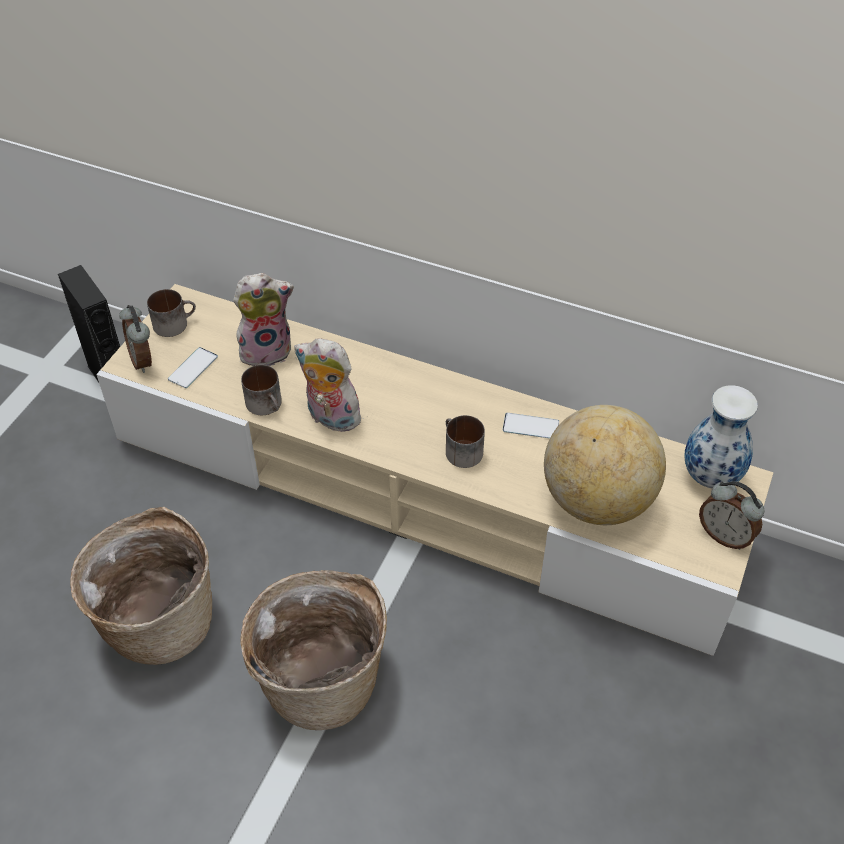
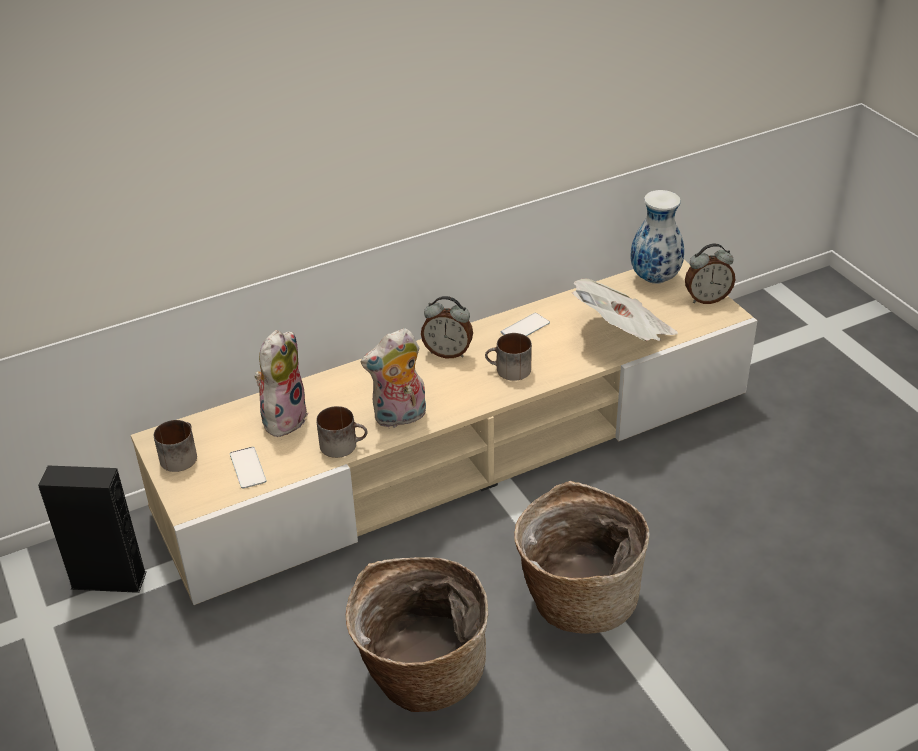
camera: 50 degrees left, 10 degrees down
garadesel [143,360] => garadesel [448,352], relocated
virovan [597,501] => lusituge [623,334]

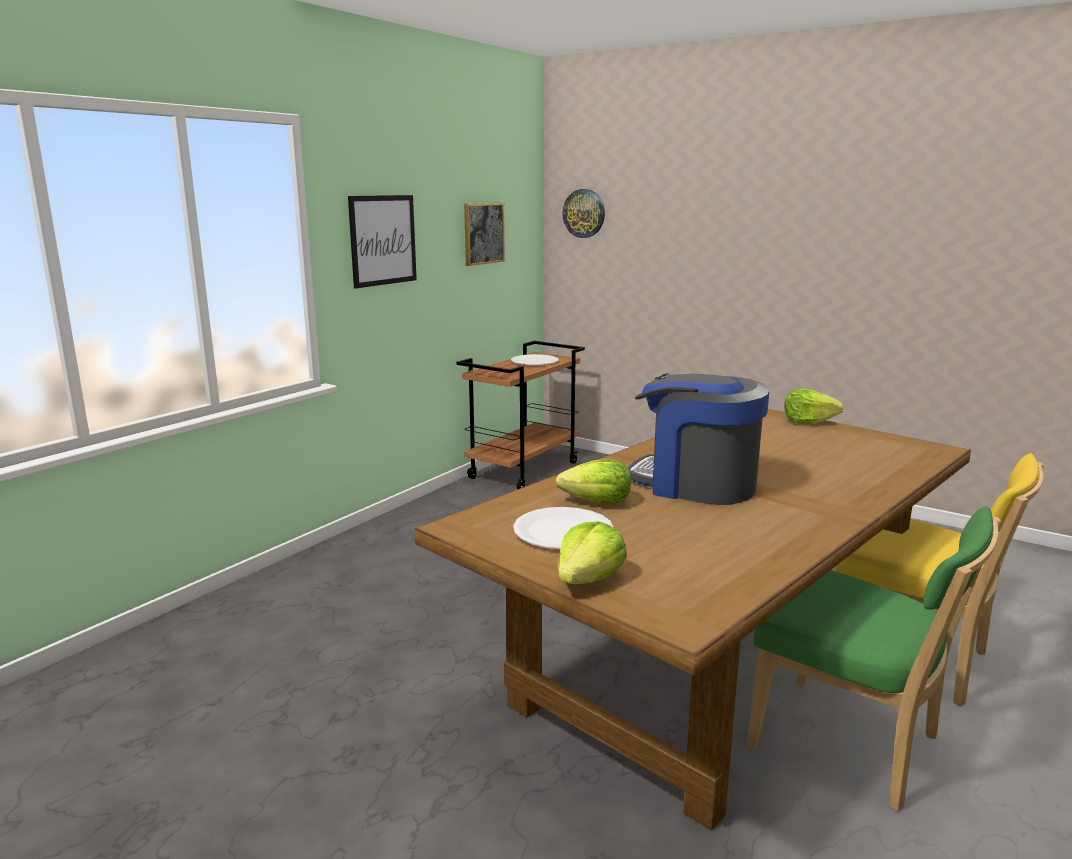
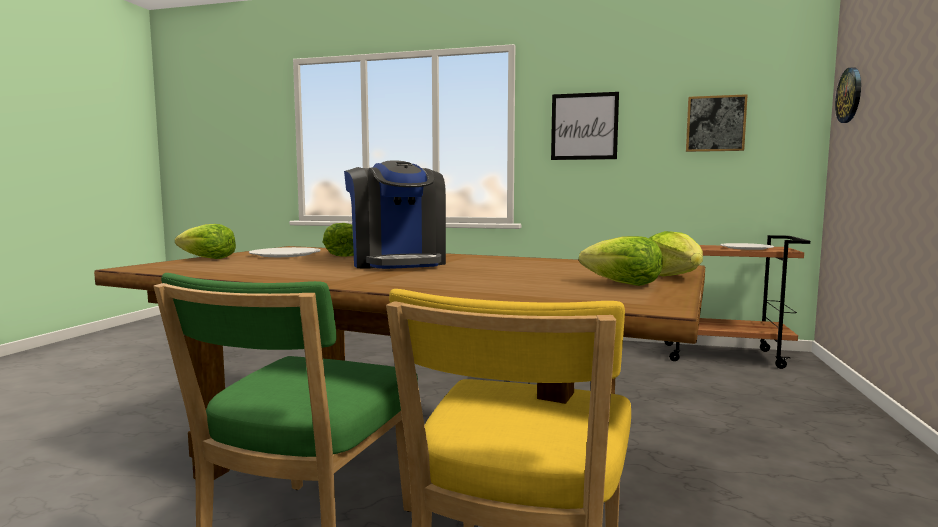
camera: 70 degrees right, 10 degrees down
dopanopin [695,484] => dopanopin [397,263], 150 degrees clockwise
nothing => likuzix [622,284]

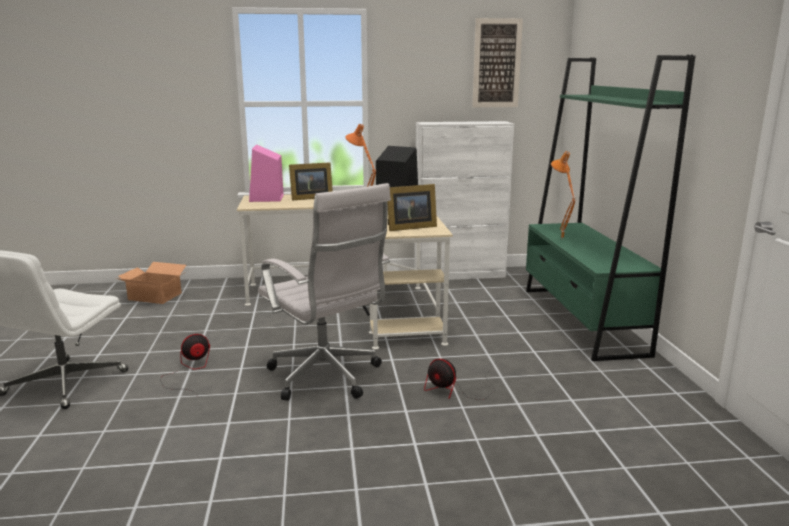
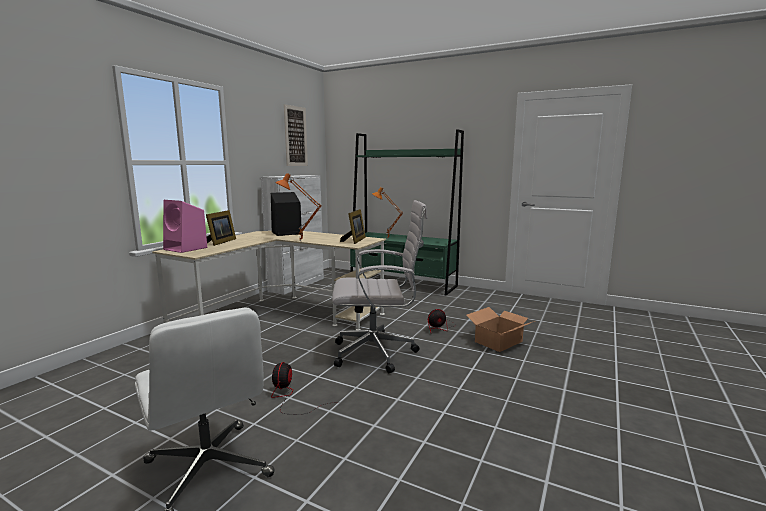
camera: 55 degrees left, 5 degrees down
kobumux [155,296] => kobumux [499,341], relocated

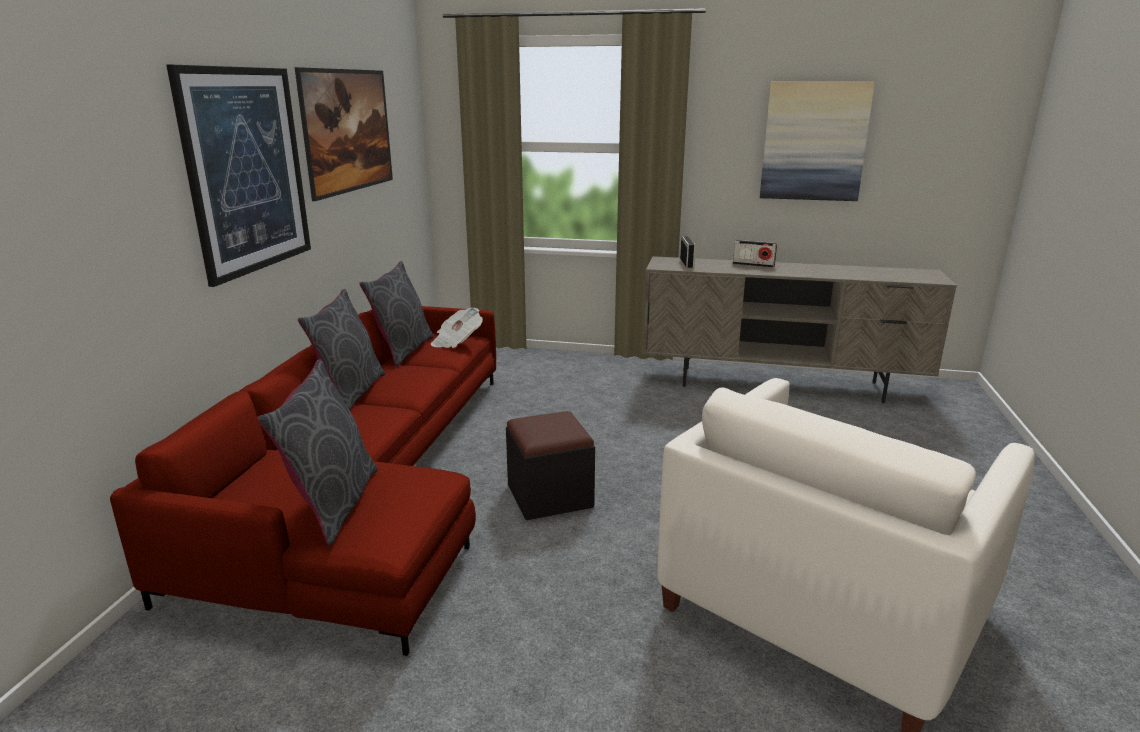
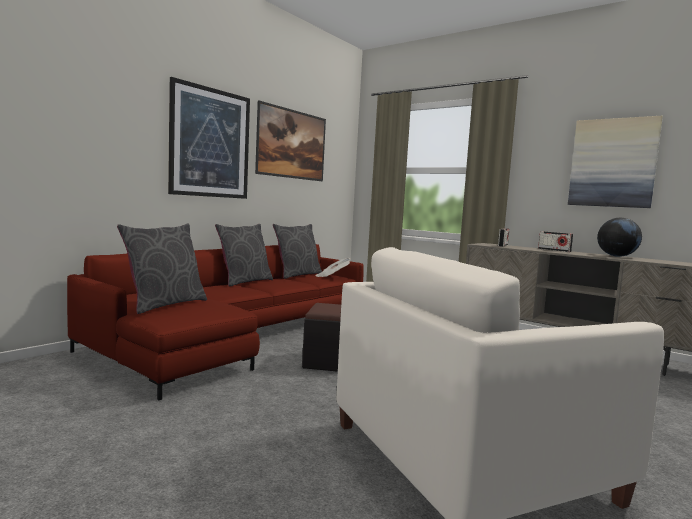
camera: 25 degrees right, 15 degrees down
nothing => virovan [617,256]

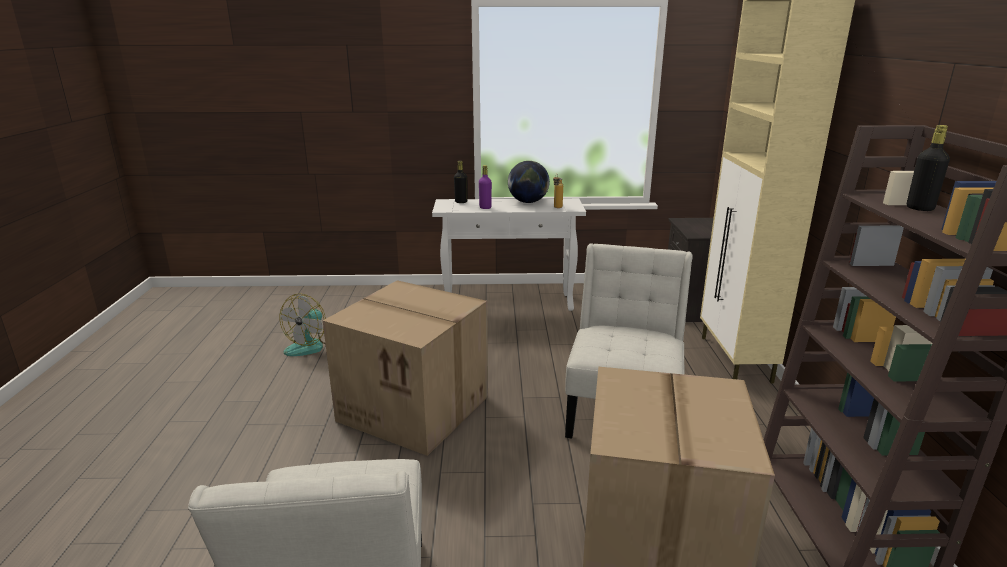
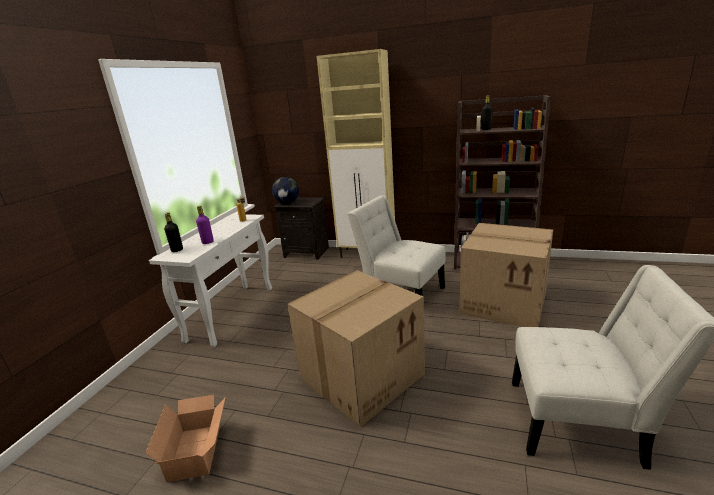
camera: 70 degrees left, 0 degrees up
virovan [528,202] => virovan [287,203], relocated
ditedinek [310,345] => kobumux [198,450]

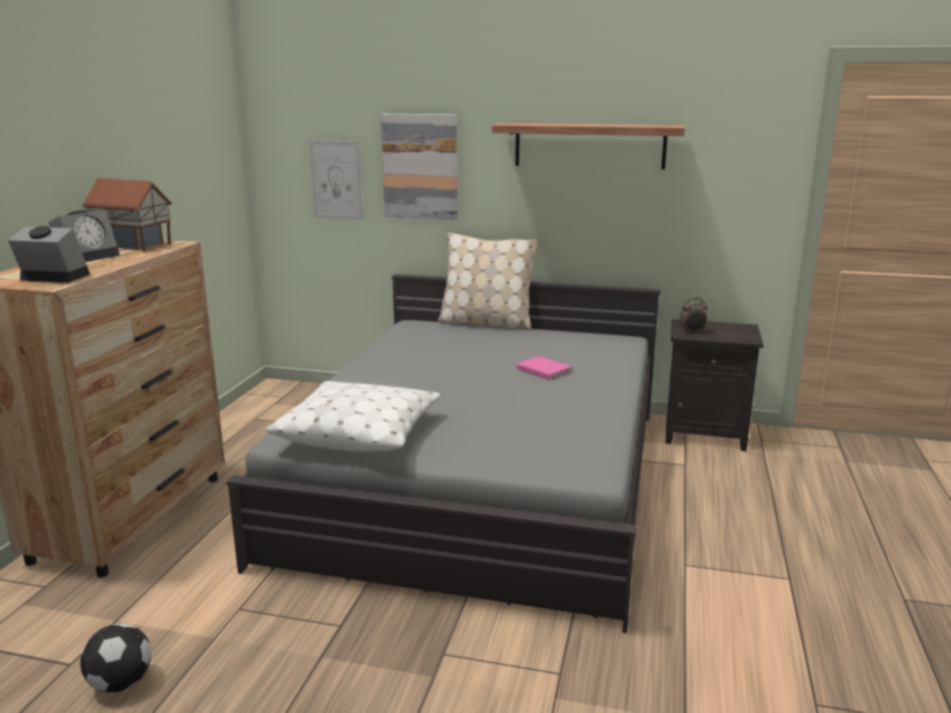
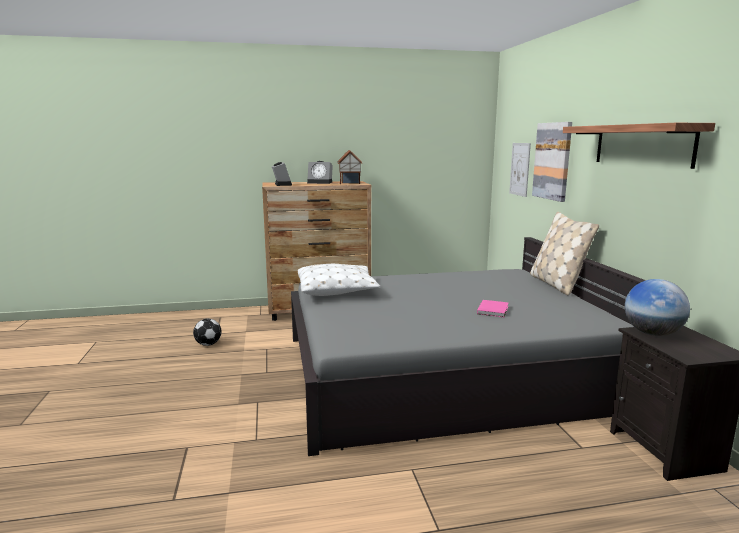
camera: 65 degrees right, 5 degrees down
garadesel [692,333] => virovan [652,333]

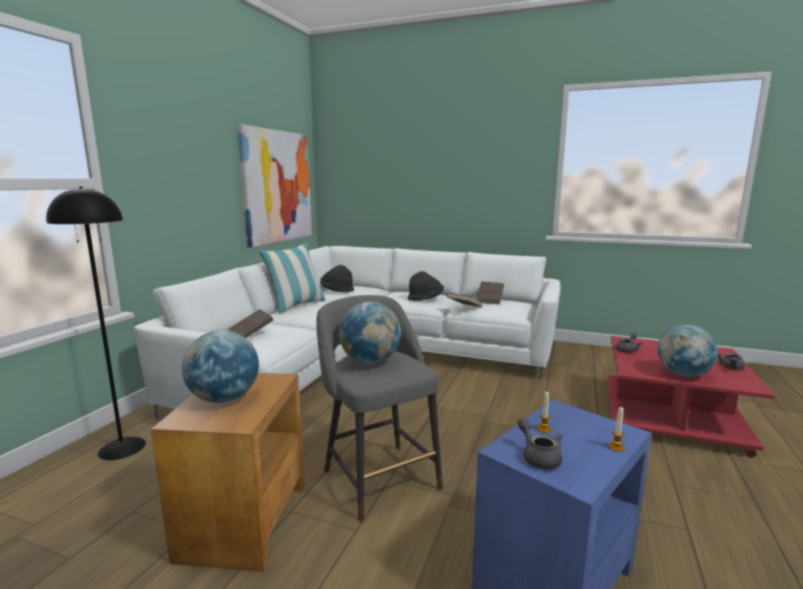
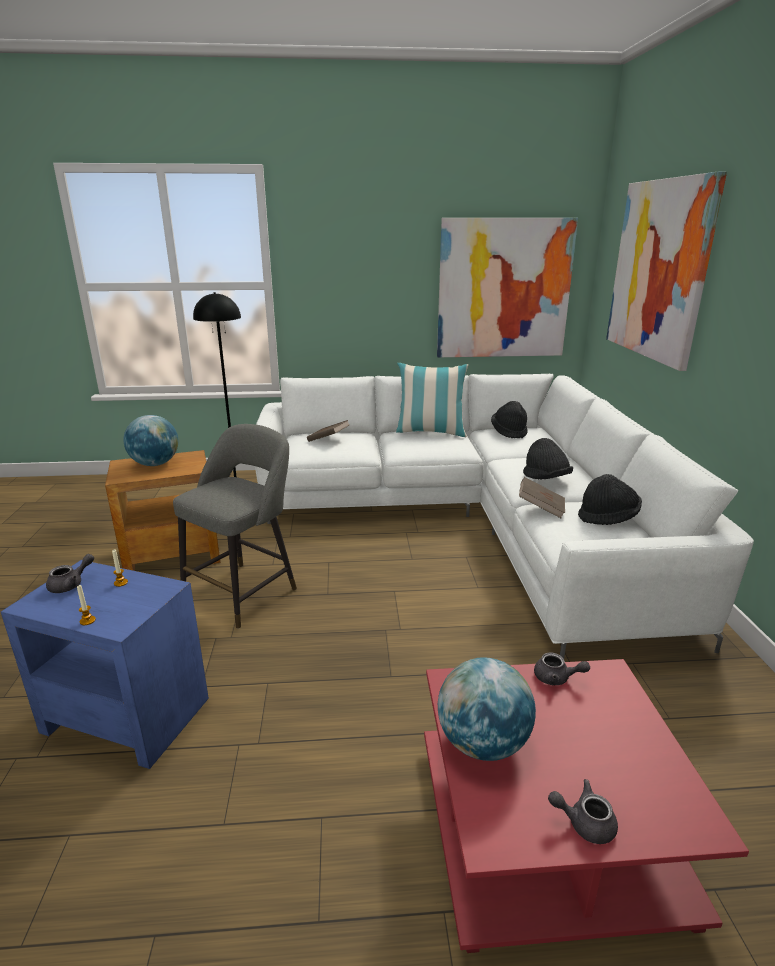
camera: 65 degrees right, 10 degrees up
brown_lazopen [489,300] => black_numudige [608,518]
virovan [370,361] => nothing
nothing => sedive [659,270]

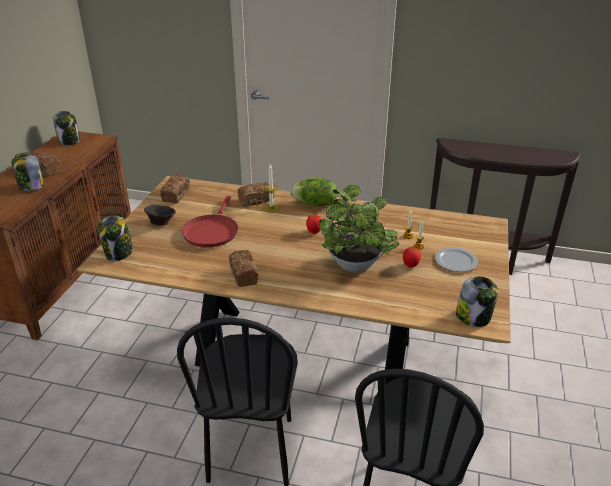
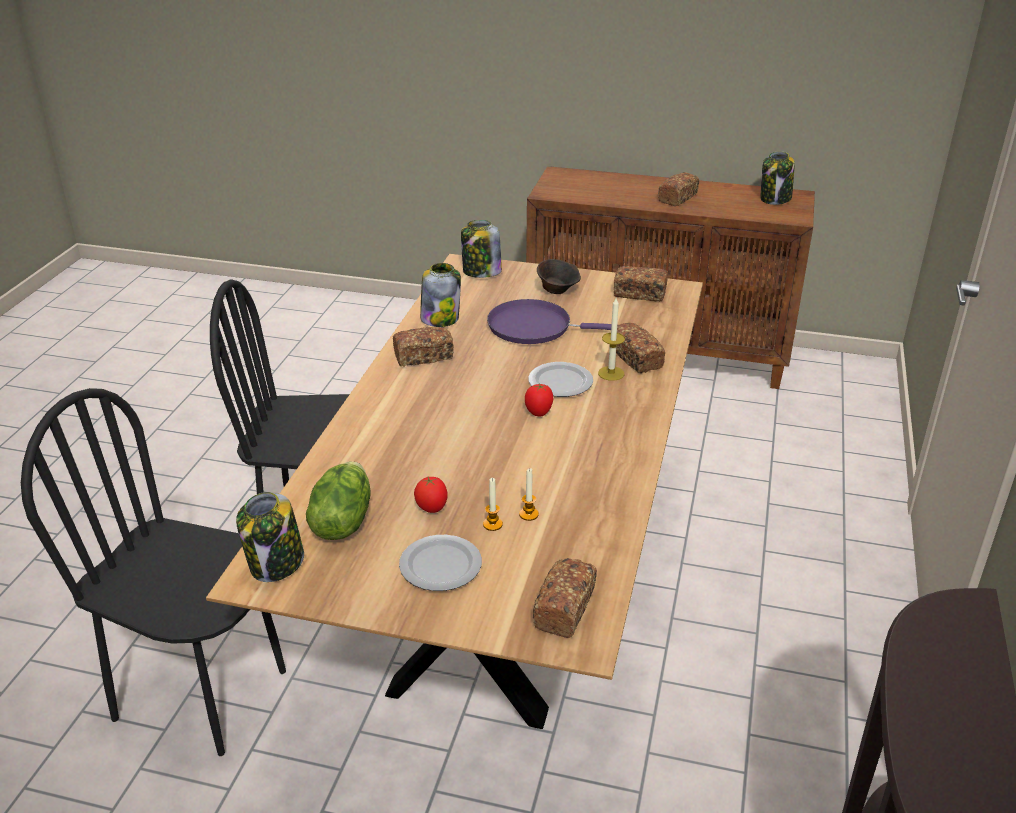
camera: 90 degrees right, 0 degrees up
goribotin [31,187] => goribotin [440,318], relocated
likuzix [315,204] => likuzix [341,521], relocated
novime [356,267] => nothing
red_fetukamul [211,232] => purple_fetukamul [535,327]
nothing => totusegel [561,383]
nothing => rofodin [564,609]

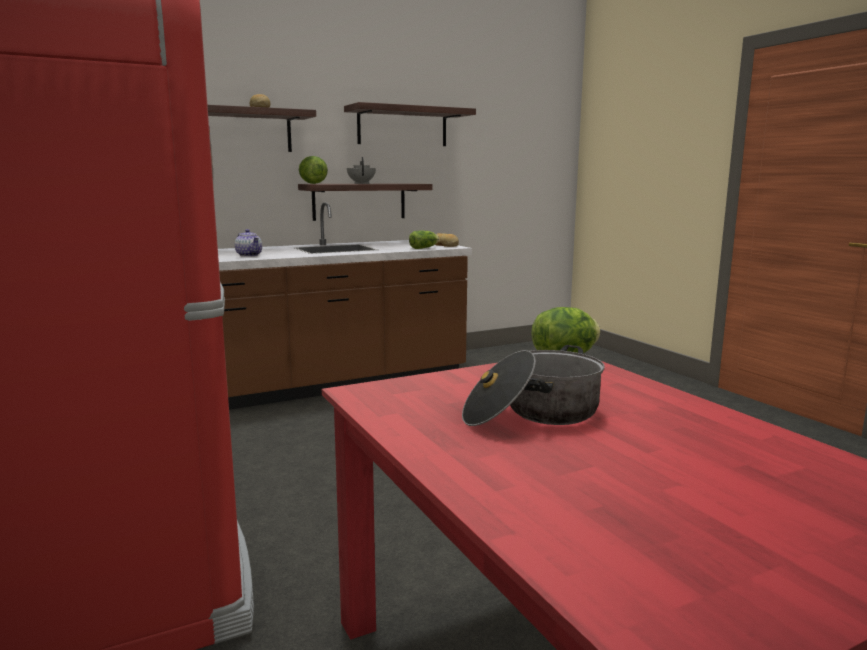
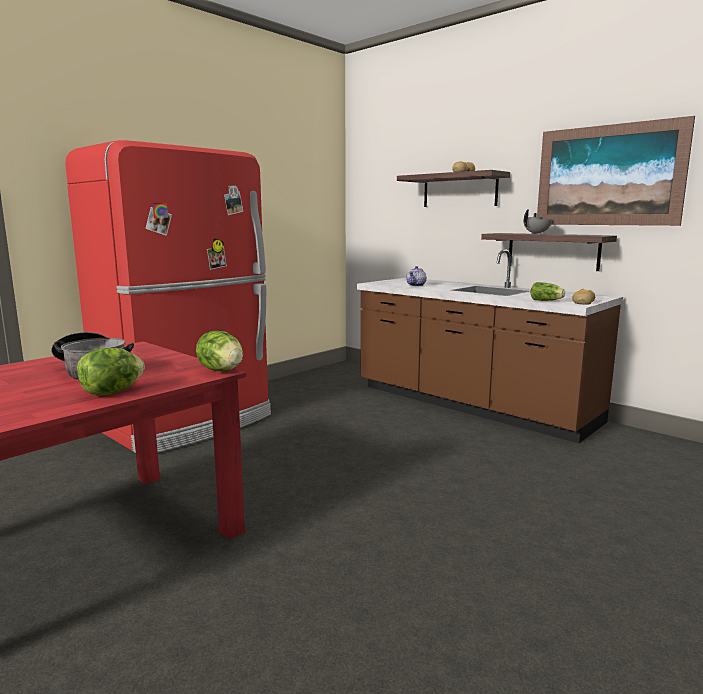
camera: 70 degrees right, 0 degrees up
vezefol [402,127] => sedive [608,175]
likuzix [312,183] => likuzix [112,392], relocated

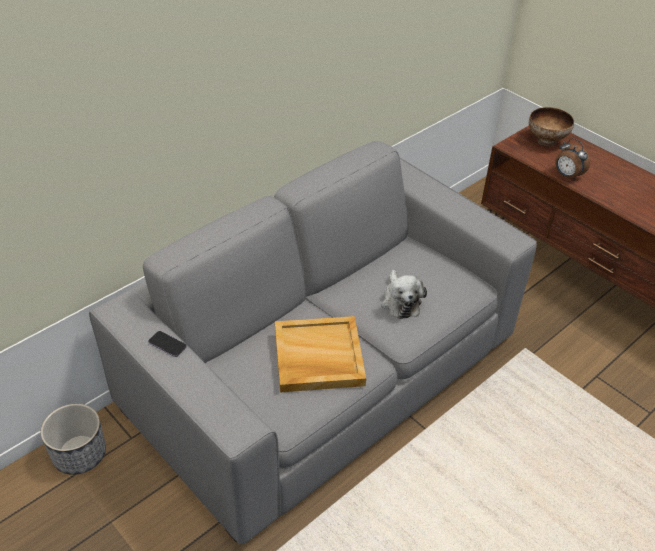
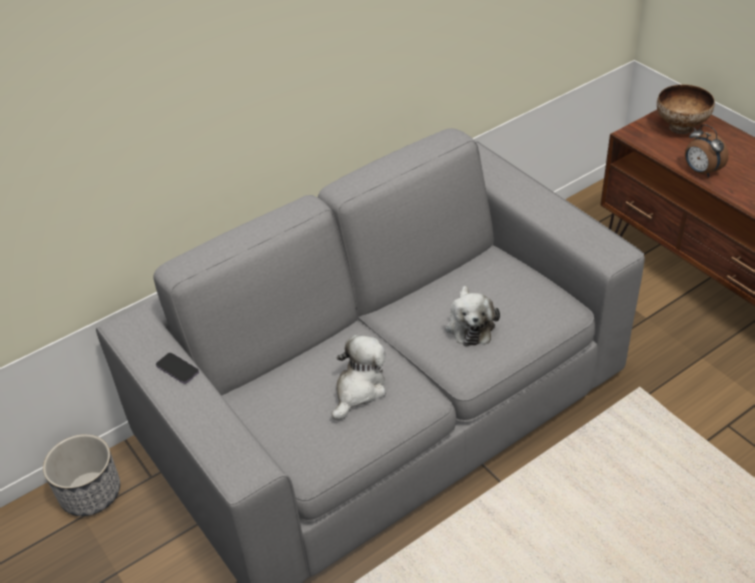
camera: 10 degrees right, 0 degrees up
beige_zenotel [318,357] => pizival [359,389]

